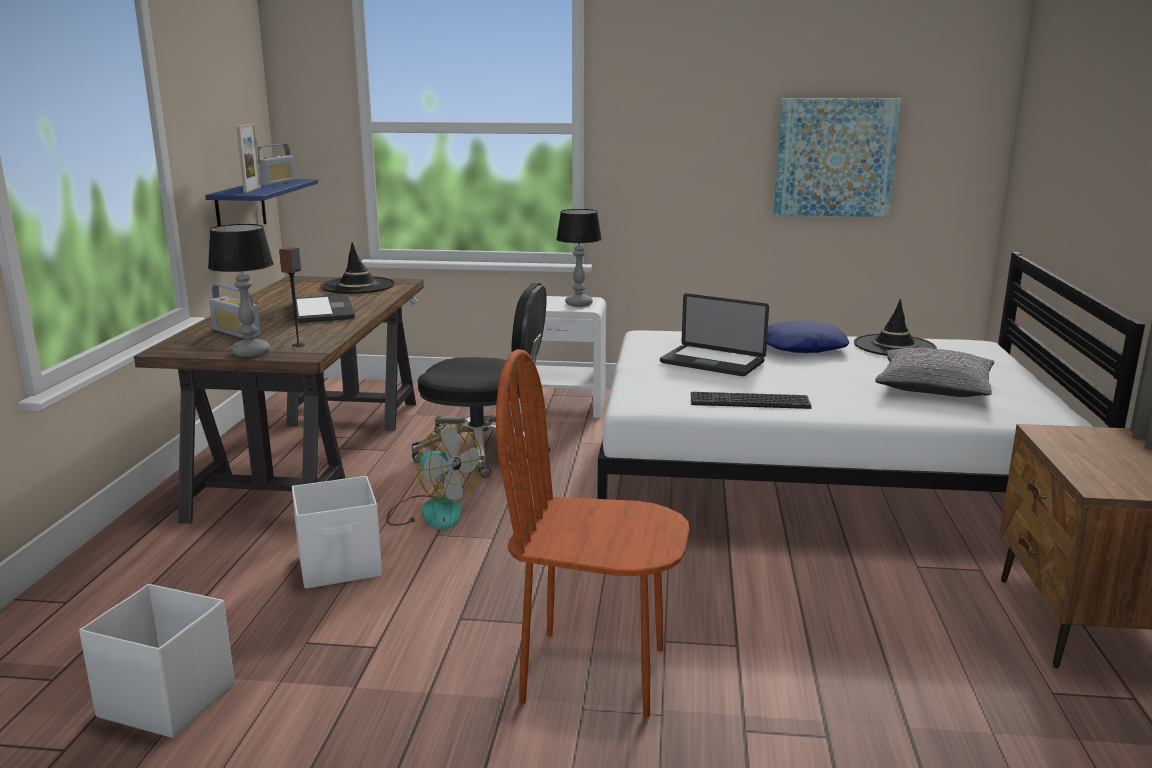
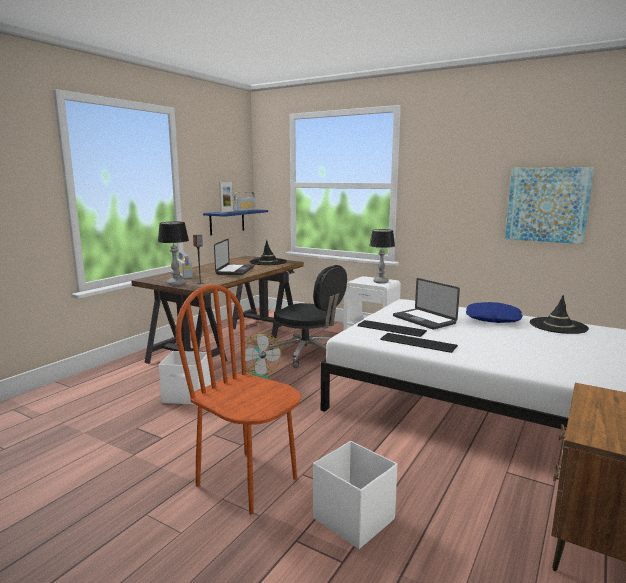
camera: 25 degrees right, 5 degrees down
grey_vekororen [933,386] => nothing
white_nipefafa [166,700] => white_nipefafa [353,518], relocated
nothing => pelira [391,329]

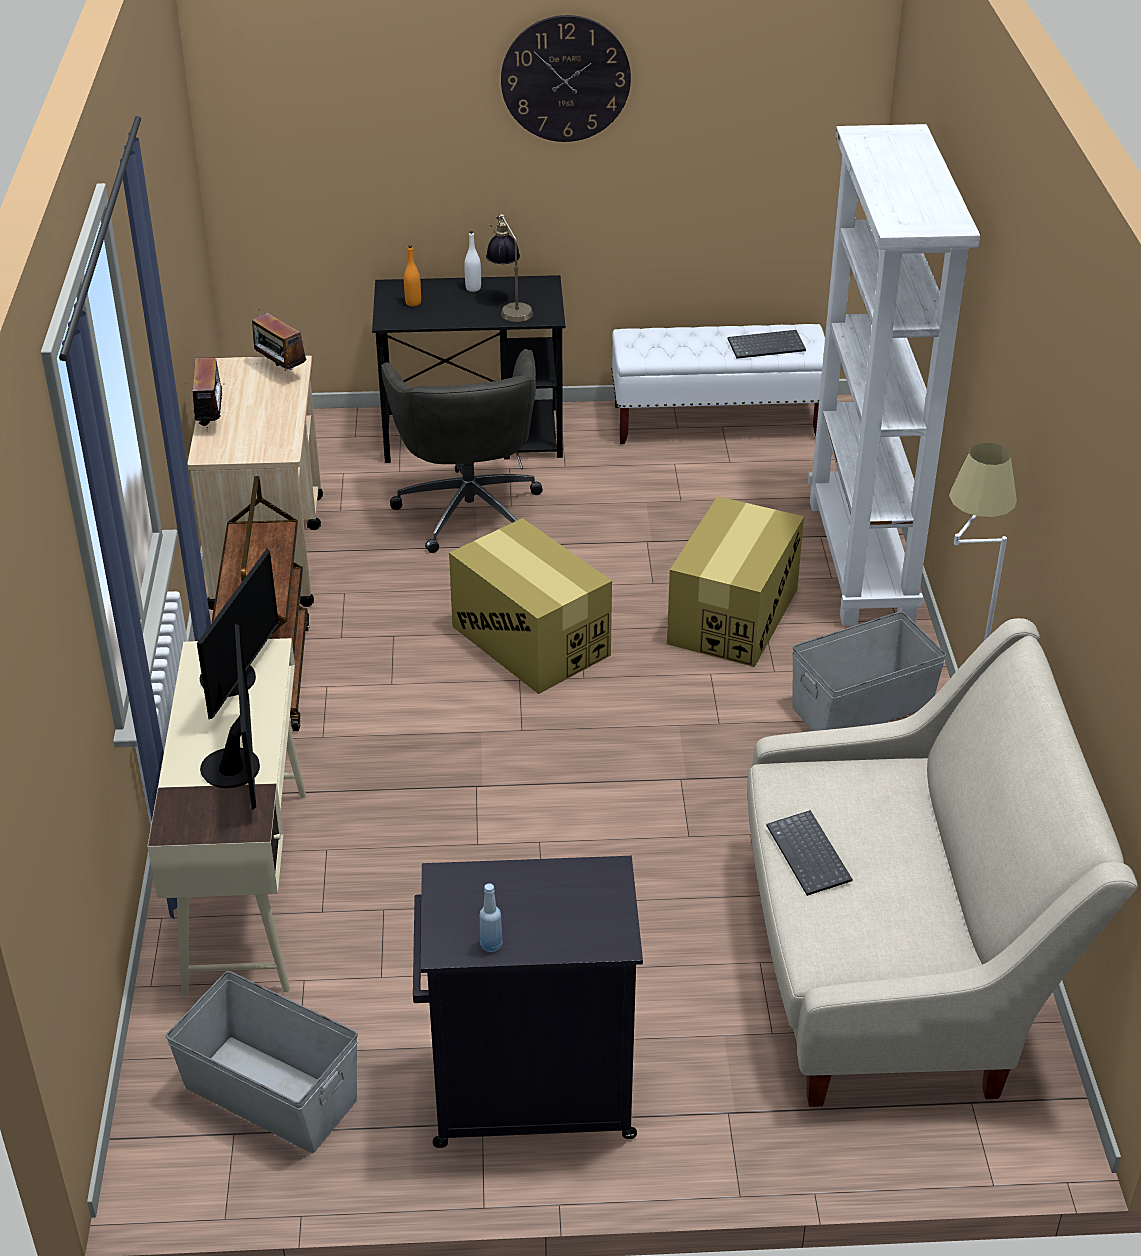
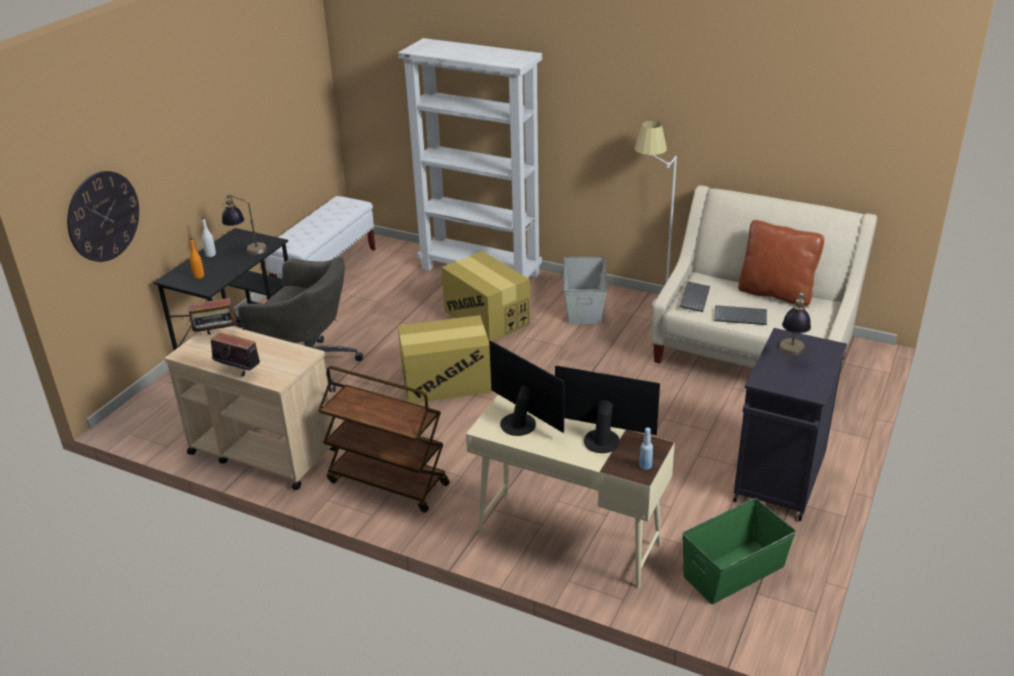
camera: 60 degrees left, 5 degrees down
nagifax [565,78] => nagifax [103,216], relocated
pelira [767,345] => pelira [694,297], relocated
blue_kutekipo [491,945] => blue_kutekipo [645,466], relocated
grey_nipefafa [270,1092] => green_nipefafa [733,570]
nothing => brown_vekororen [776,293]
nothing => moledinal [791,354]

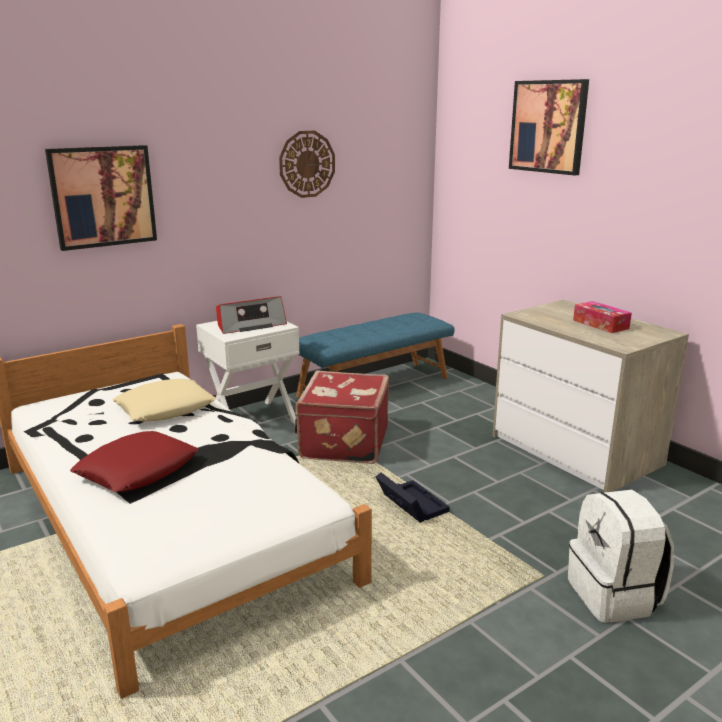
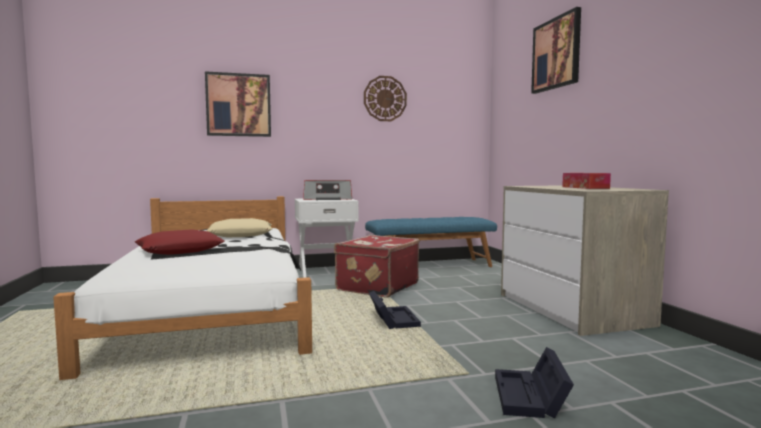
camera: 20 degrees right, 15 degrees down
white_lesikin [615,596] => black_nipefafa [531,398]

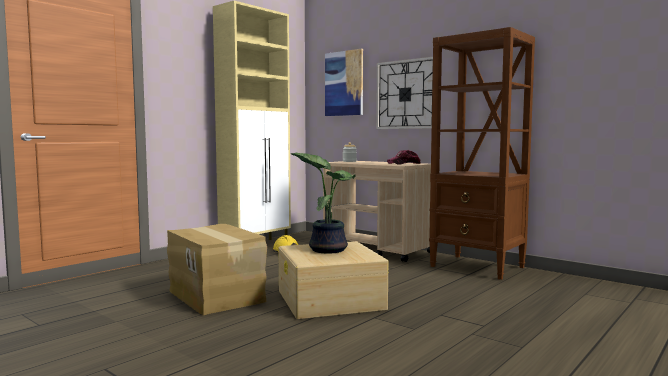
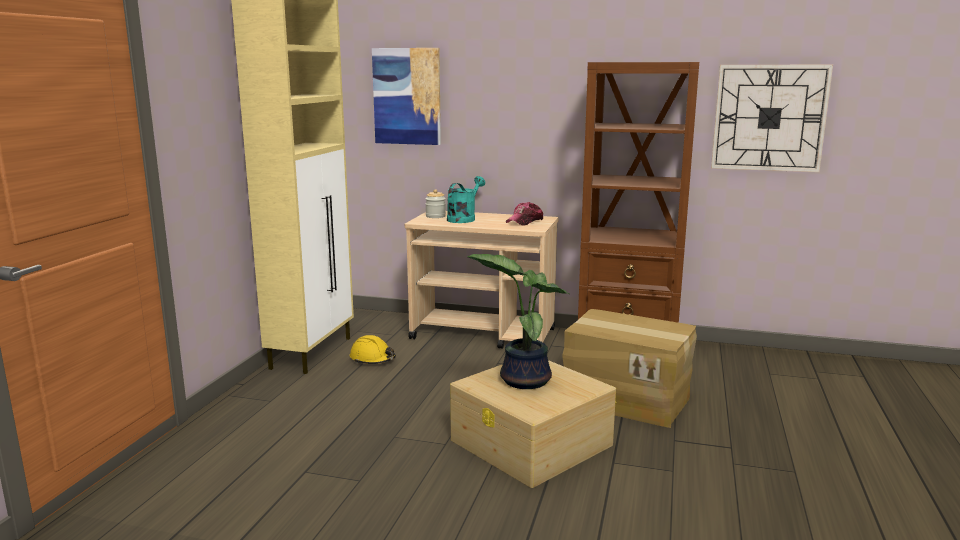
camera: 25 degrees left, 10 degrees up
nagifax [405,94] => nagifax [769,118], relocated
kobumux [217,295] => kobumux [627,398], relocated
nothing => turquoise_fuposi [464,219]

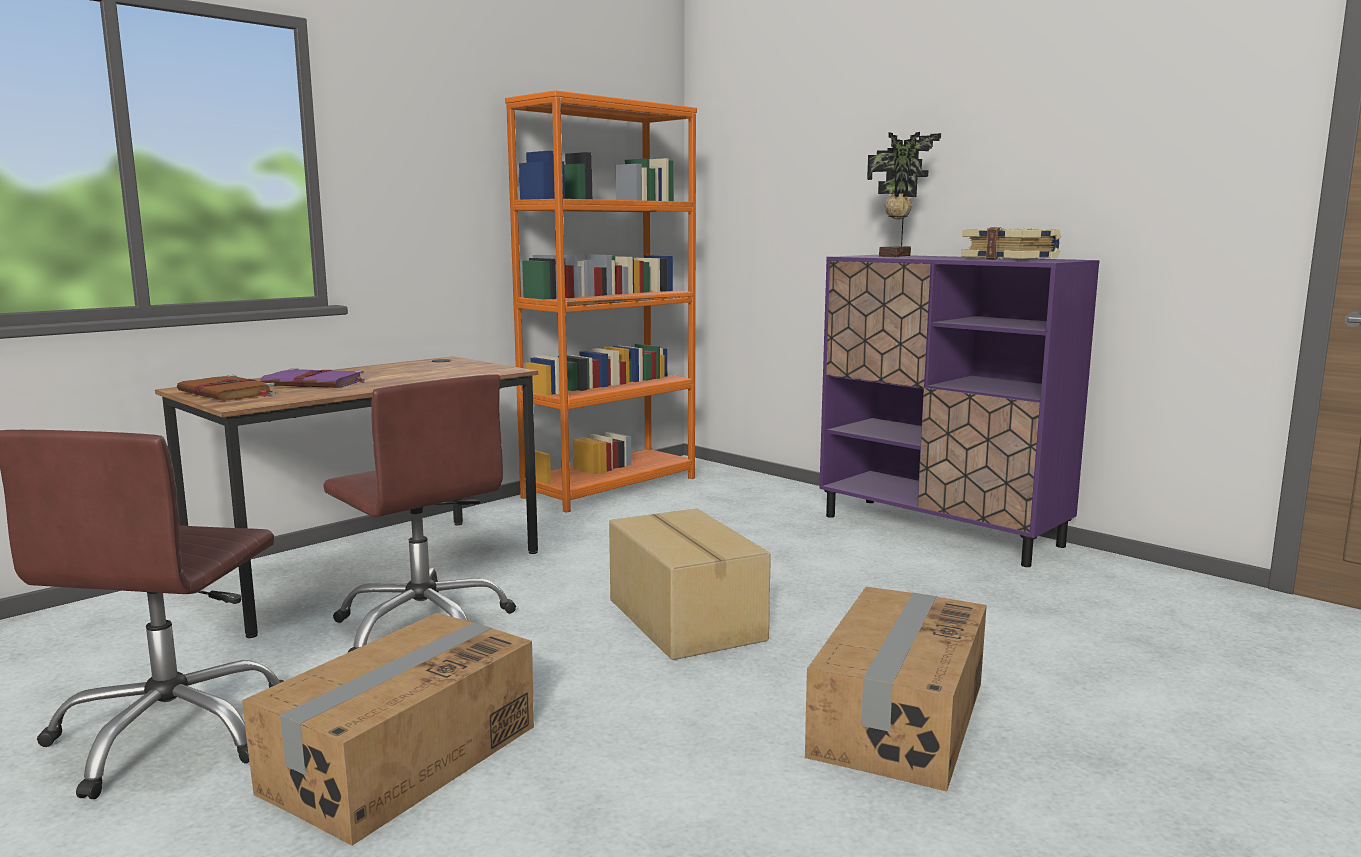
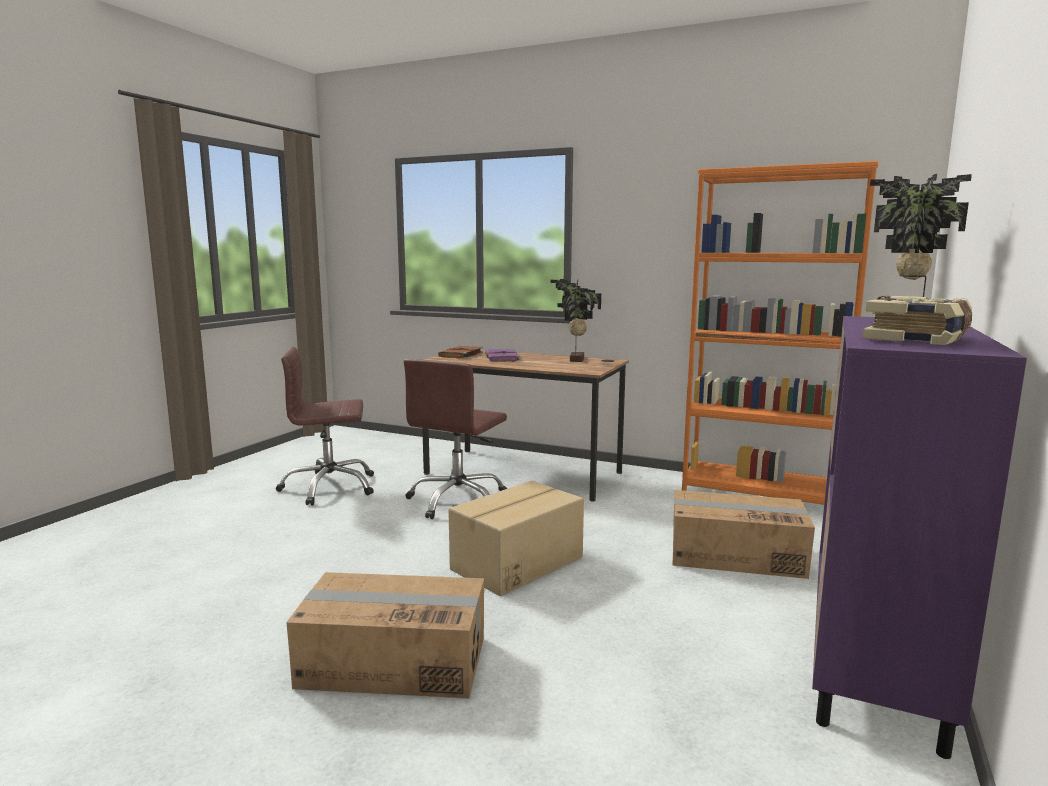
camera: 70 degrees right, 0 degrees up
kobumux [400,758] => kobumux [735,555], relocated
nothing => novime [575,360]

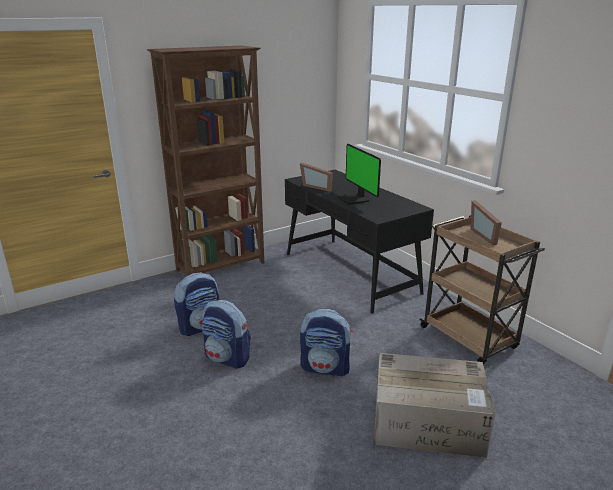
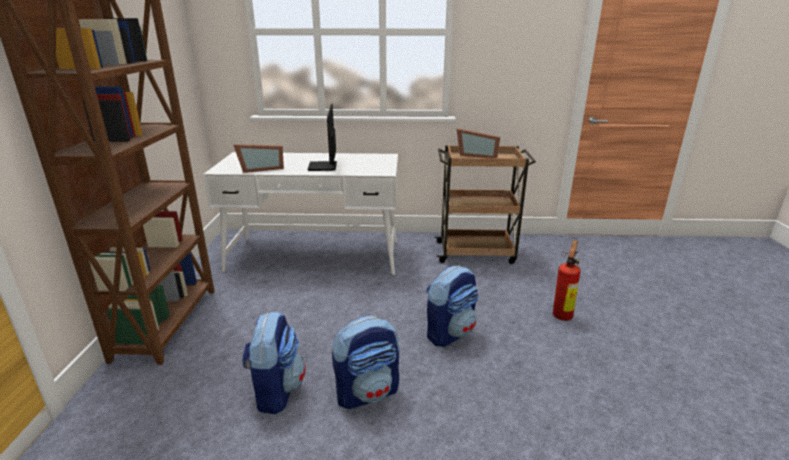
camera: 55 degrees left, 0 degrees up
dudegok [354,199] => dudegok [324,167], 75 degrees clockwise
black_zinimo [350,272] => white_zinimo [315,255]
kobumux [429,422] => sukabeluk [563,314]

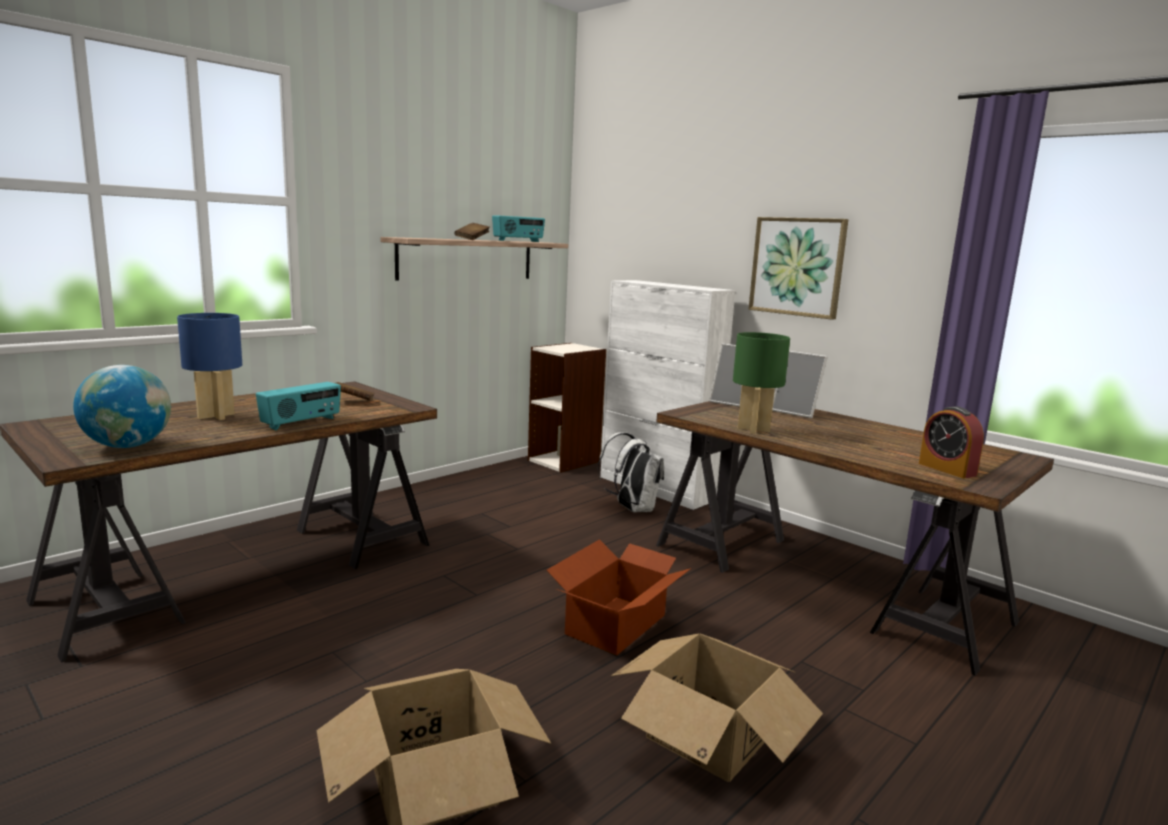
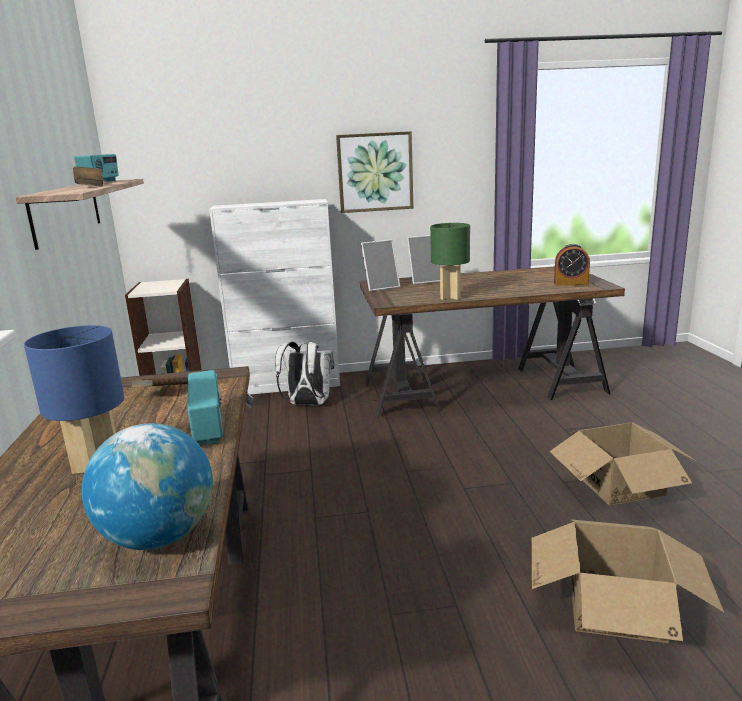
camera: 50 degrees left, 5 degrees up
kobumux [617,624] => nothing

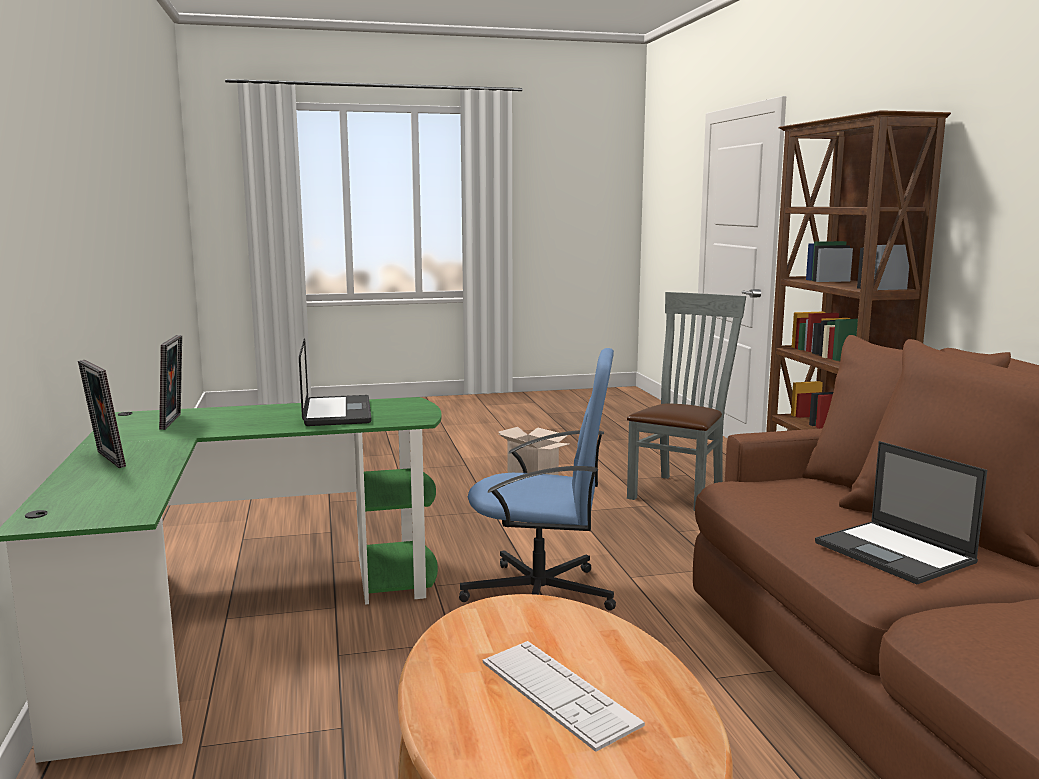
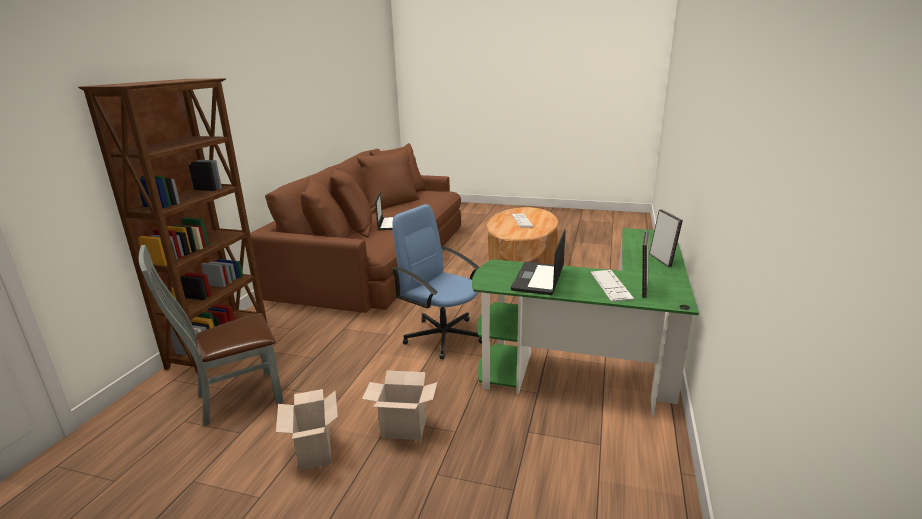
camera: 150 degrees left, 10 degrees up
nothing => pelira [610,286]
nothing => kobumux [402,429]

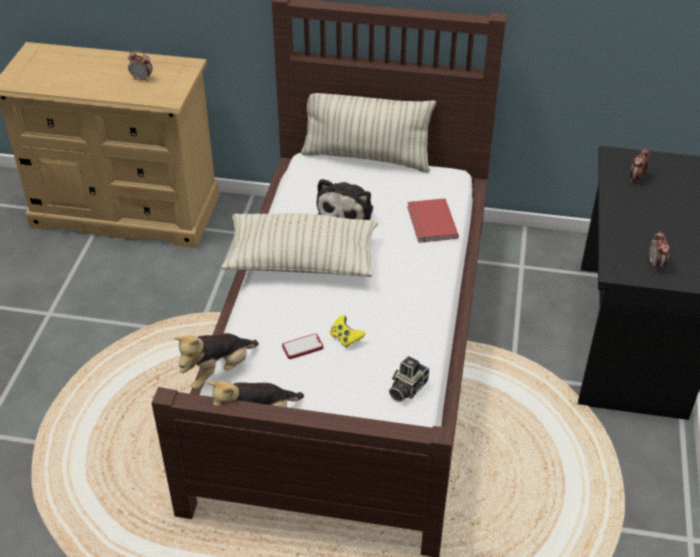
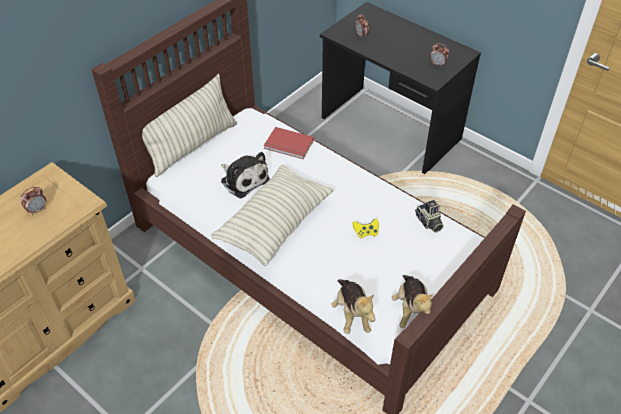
camera: 60 degrees left, 5 degrees up
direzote [302,347] => nothing

